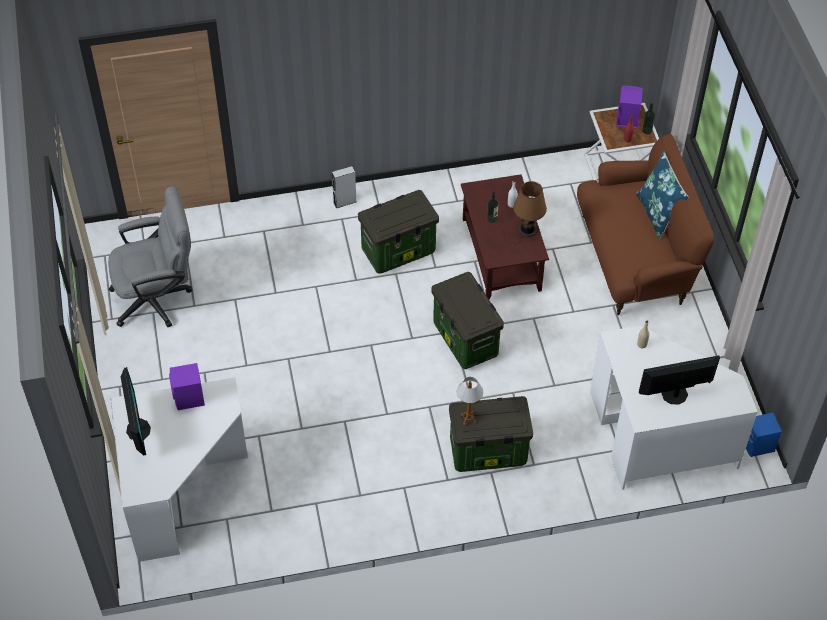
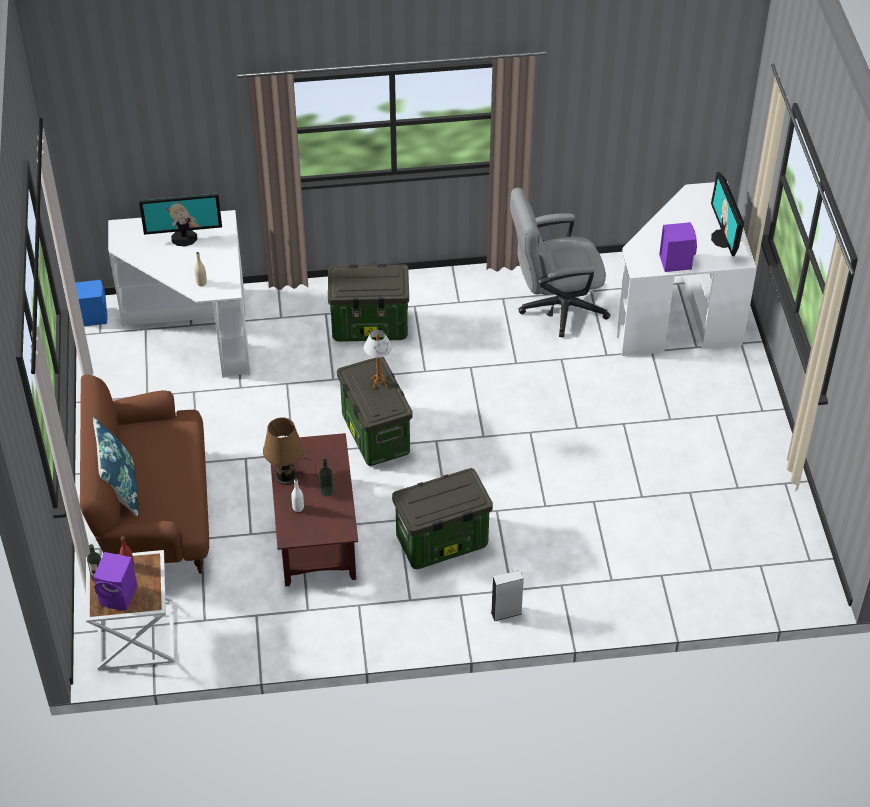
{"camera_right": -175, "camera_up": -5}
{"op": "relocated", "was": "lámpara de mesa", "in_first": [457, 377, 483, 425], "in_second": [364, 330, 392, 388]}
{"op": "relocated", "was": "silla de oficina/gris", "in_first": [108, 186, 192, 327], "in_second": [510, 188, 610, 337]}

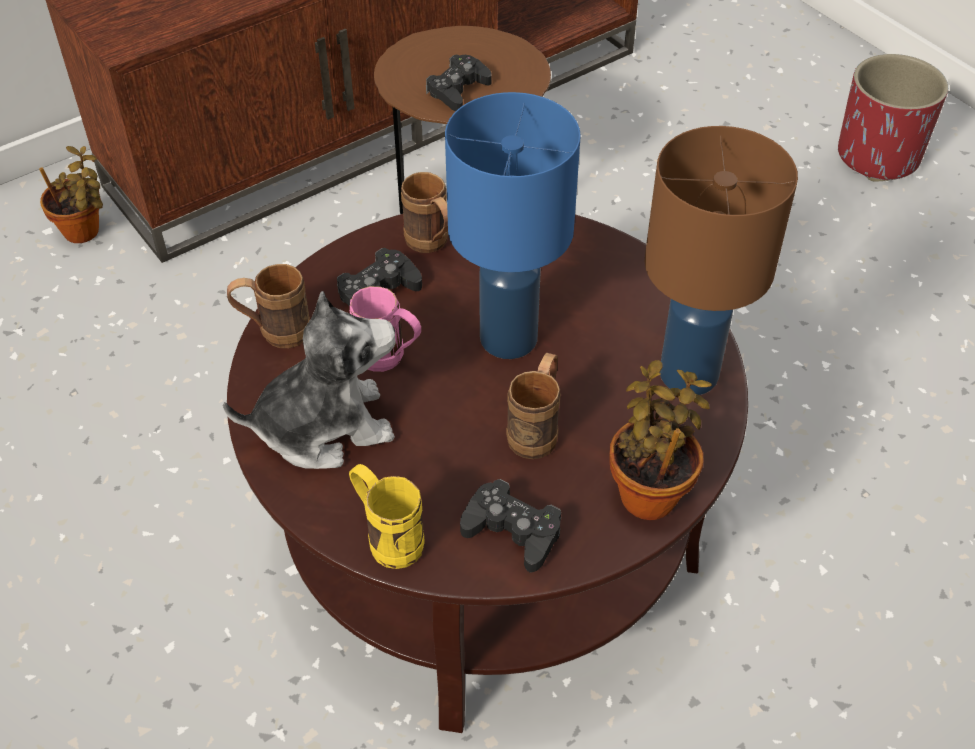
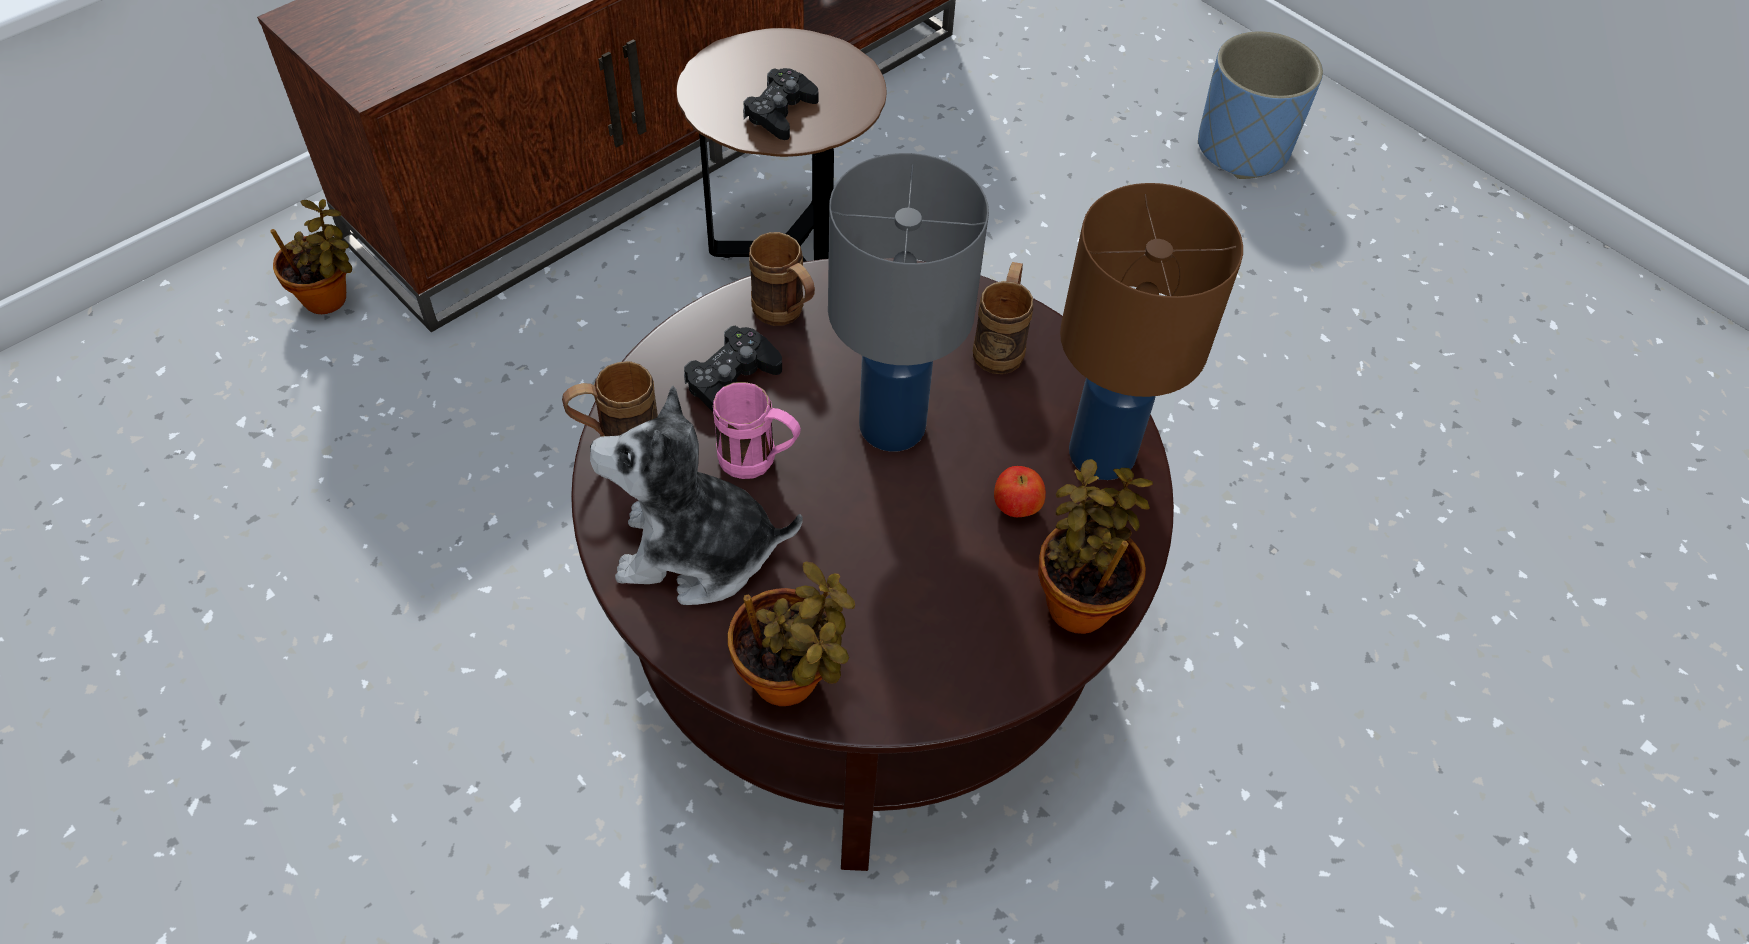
{"camera_right": -10, "camera_up": 5}
{"op": "spun", "was": "peluche", "in_first": [223, 291, 396, 469], "in_second": [590, 386, 803, 605], "clockwise": -150}
{"op": "exchanged", "was": "taza grande/amarillo", "now": "planta en maceta", "in_first": [349, 464, 425, 569], "in_second": [728, 561, 855, 706]}
{"op": "colour", "was": "lámpara de mesa/azul", "now": "lámpara de mesa/gris", "in_first": [445, 92, 581, 359], "in_second": [828, 153, 989, 452]}
{"op": "relocated", "was": "taza grande/marrón", "in_first": [506, 353, 561, 459], "in_second": [973, 262, 1033, 374]}
{"op": "appeared", "now": "manzana", "in_second": [994, 466, 1046, 517]}
{"op": "colour", "was": "maceta/rojo", "now": "maceta/azul", "in_first": [838, 54, 948, 181], "in_second": [1198, 31, 1323, 179]}
{"op": "missing", "was": "mando de consola/negro", "in_first": [460, 479, 562, 572]}

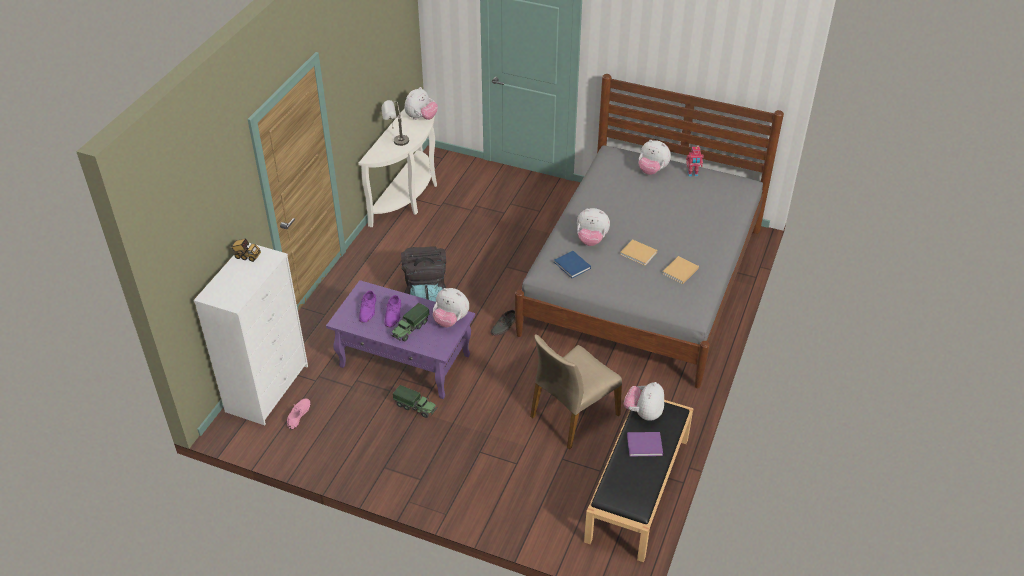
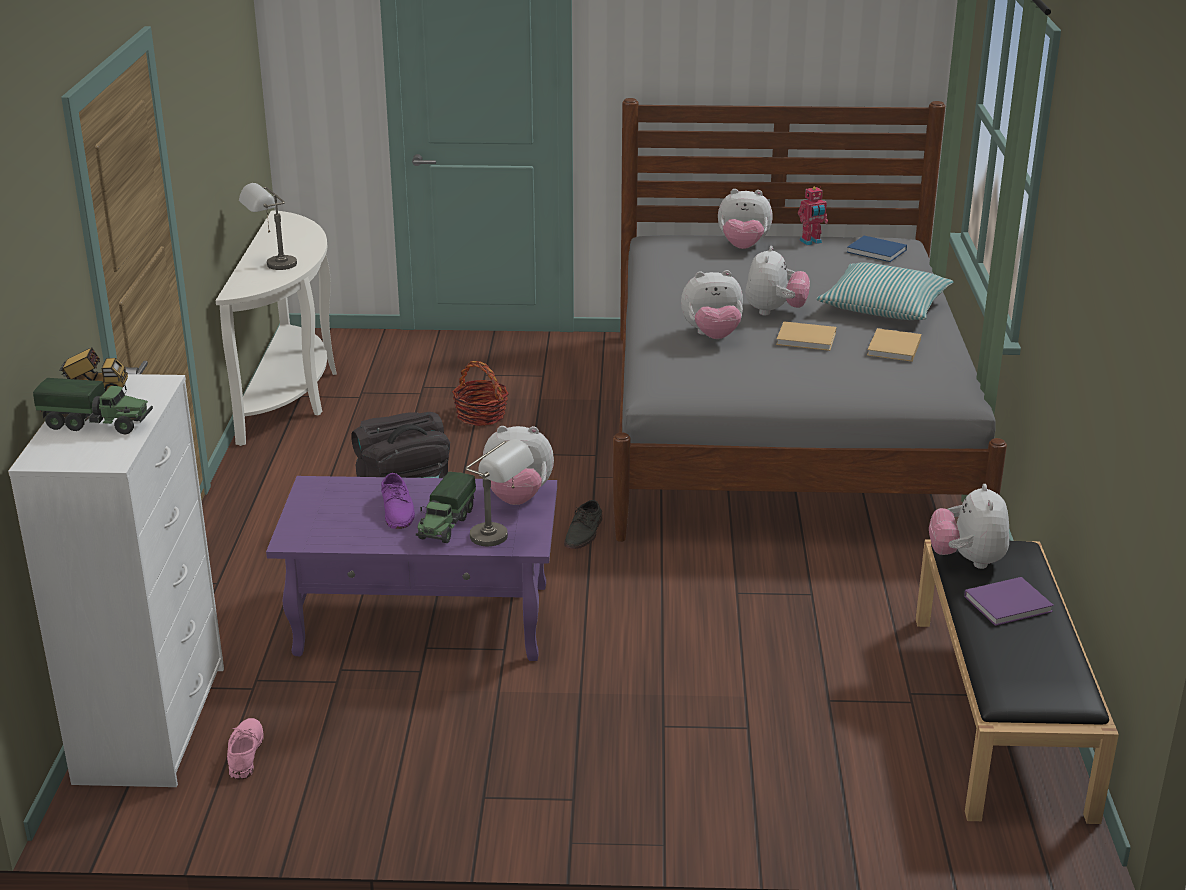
{"camera_right": -20, "camera_up": -15}
{"op": "relocated", "was": "camión de juguete", "in_first": [393, 385, 438, 418], "in_second": [33, 378, 153, 434]}
{"op": "appeared", "now": "cesta", "in_second": [452, 361, 509, 426]}
{"op": "appeared", "now": "lámpara de mesa/gris", "in_second": [465, 439, 534, 546]}
{"op": "relocated", "was": "peluche", "in_first": [405, 87, 438, 120], "in_second": [745, 246, 810, 315]}
{"op": "appeared", "now": "cojín", "in_second": [816, 262, 953, 320]}
{"op": "relocated", "was": "libro/azul", "in_first": [554, 251, 591, 278], "in_second": [847, 236, 907, 262]}
{"op": "missing", "was": "zapato/morado", "in_first": [359, 291, 376, 323]}
{"op": "missing", "was": "silla/beis", "in_first": [530, 334, 622, 449]}

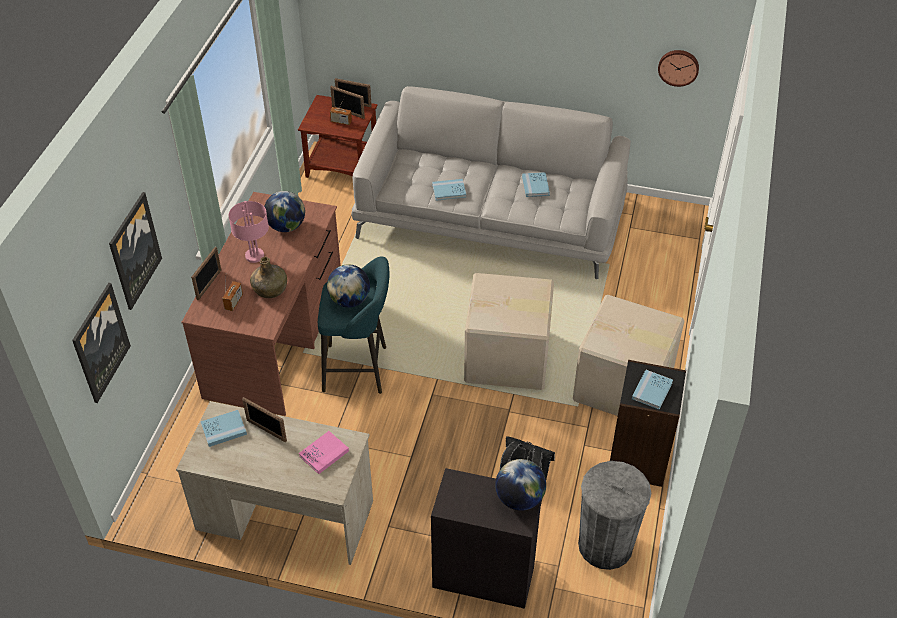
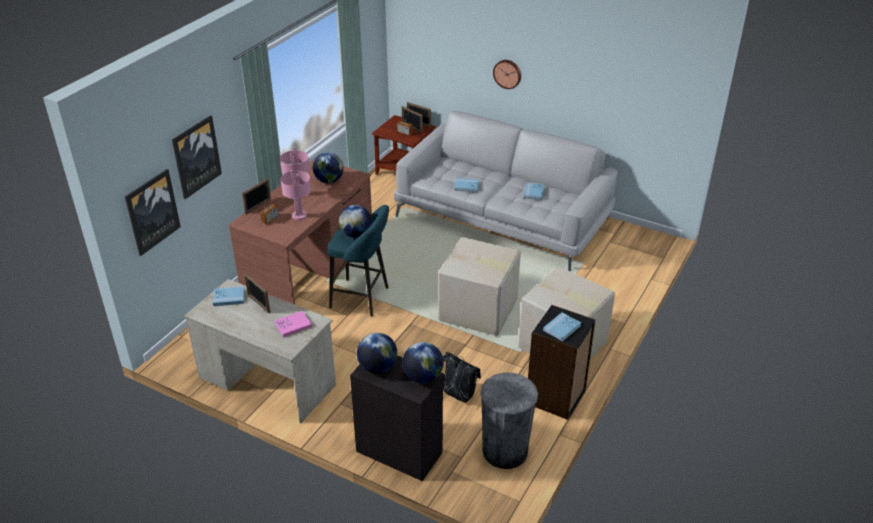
{"camera_right": 15, "camera_up": -10}
{"op": "exchanged", "was": "botella/verde", "now": "lámpara de mesa/rosa", "in_first": [250, 257, 287, 298], "in_second": [281, 170, 311, 220]}
{"op": "appeared", "now": "globo terráqueo", "in_second": [357, 333, 397, 373]}
{"op": "relocated", "was": "reloj de pared", "in_first": [658, 50, 699, 87], "in_second": [493, 60, 521, 89]}

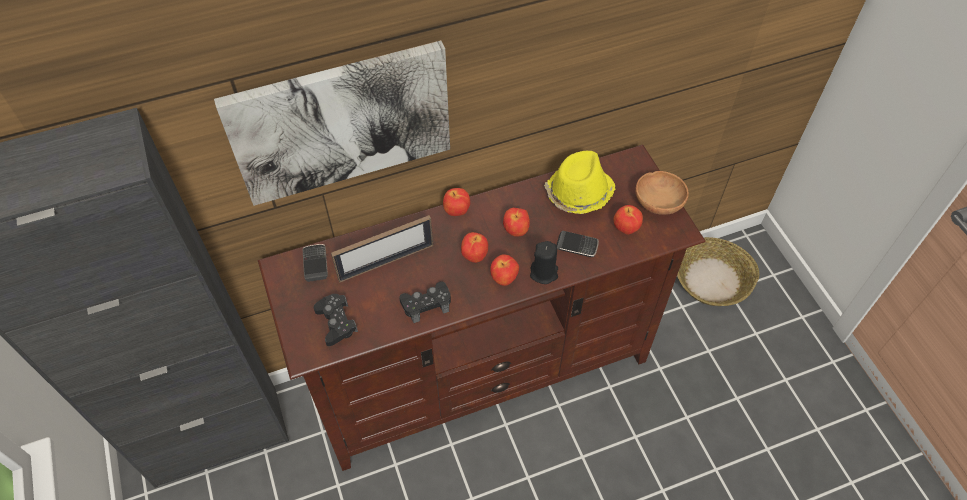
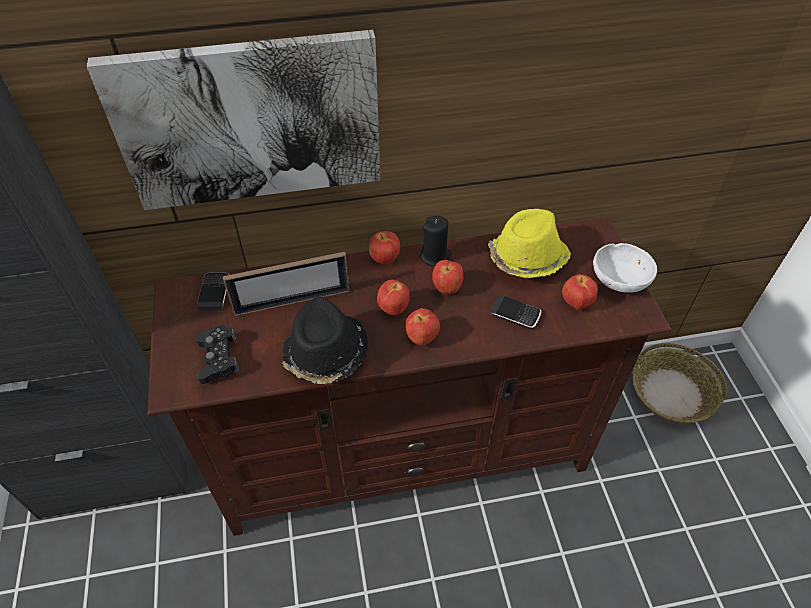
{"camera_right": 10, "camera_up": -5}
{"op": "exchanged", "was": "mando de consola/negro", "now": "sombrero/negro", "in_first": [399, 282, 451, 323], "in_second": [282, 297, 368, 384]}
{"op": "relocated", "was": "vela/negro", "in_first": [530, 241, 558, 284], "in_second": [419, 216, 451, 266]}
{"op": "colour", "was": "cuenco/marrón", "now": "cuenco/blanco", "in_first": [635, 171, 689, 215], "in_second": [593, 243, 657, 293]}

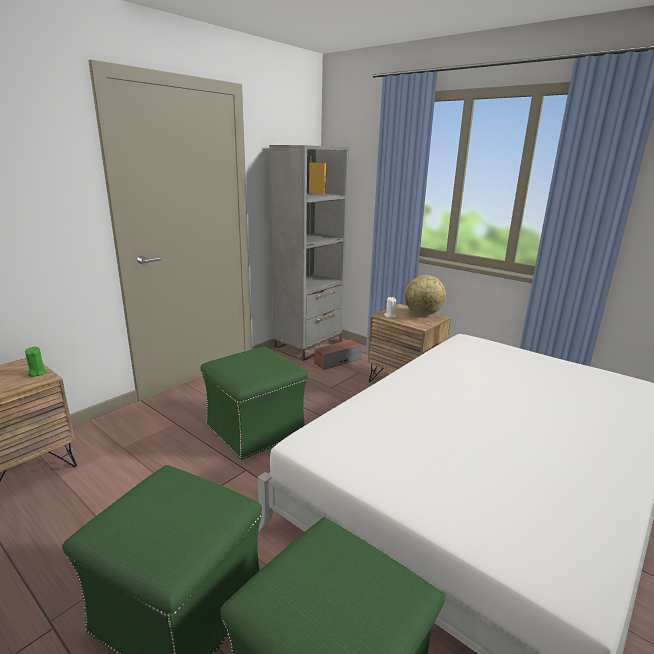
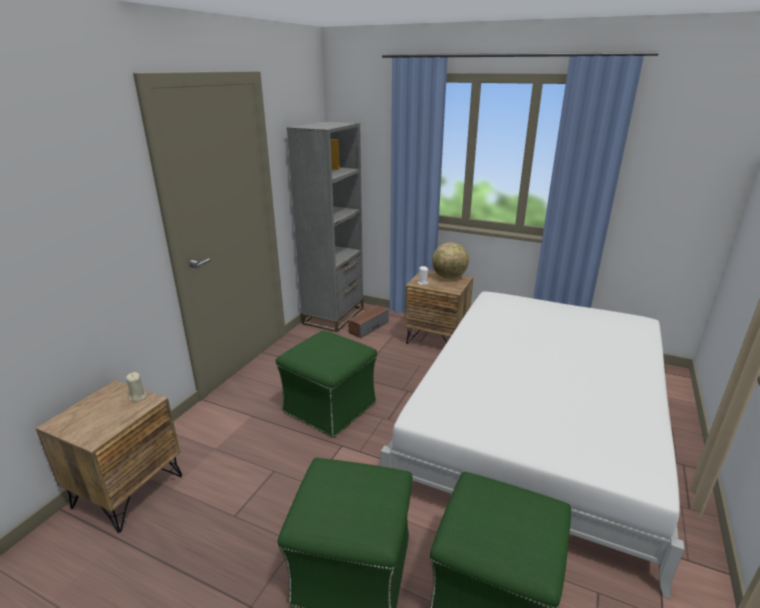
{"camera_right": -15, "camera_up": 5}
{"op": "colour", "was": "vela/verde", "now": "vela/beis", "in_first": [25, 347, 47, 377], "in_second": [126, 372, 146, 402]}

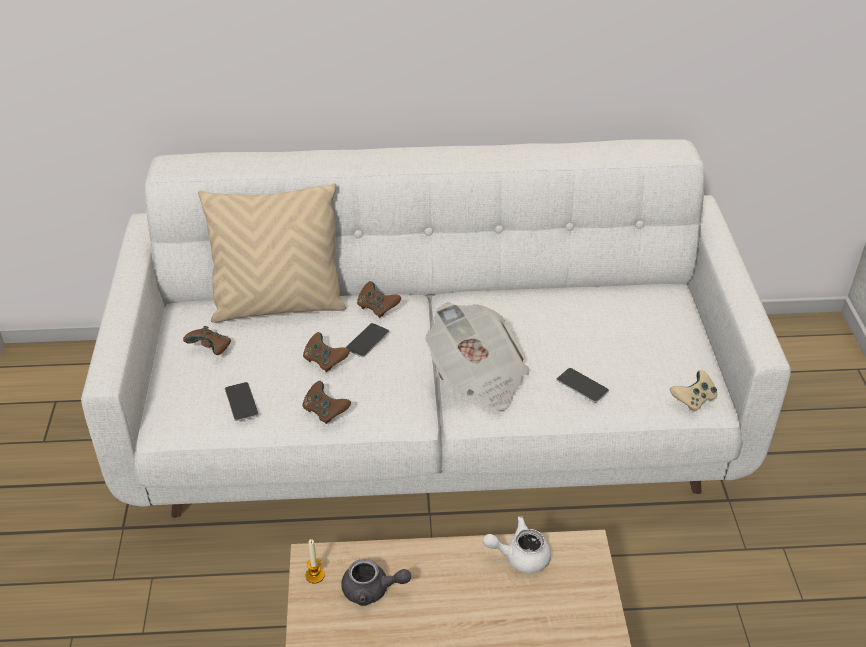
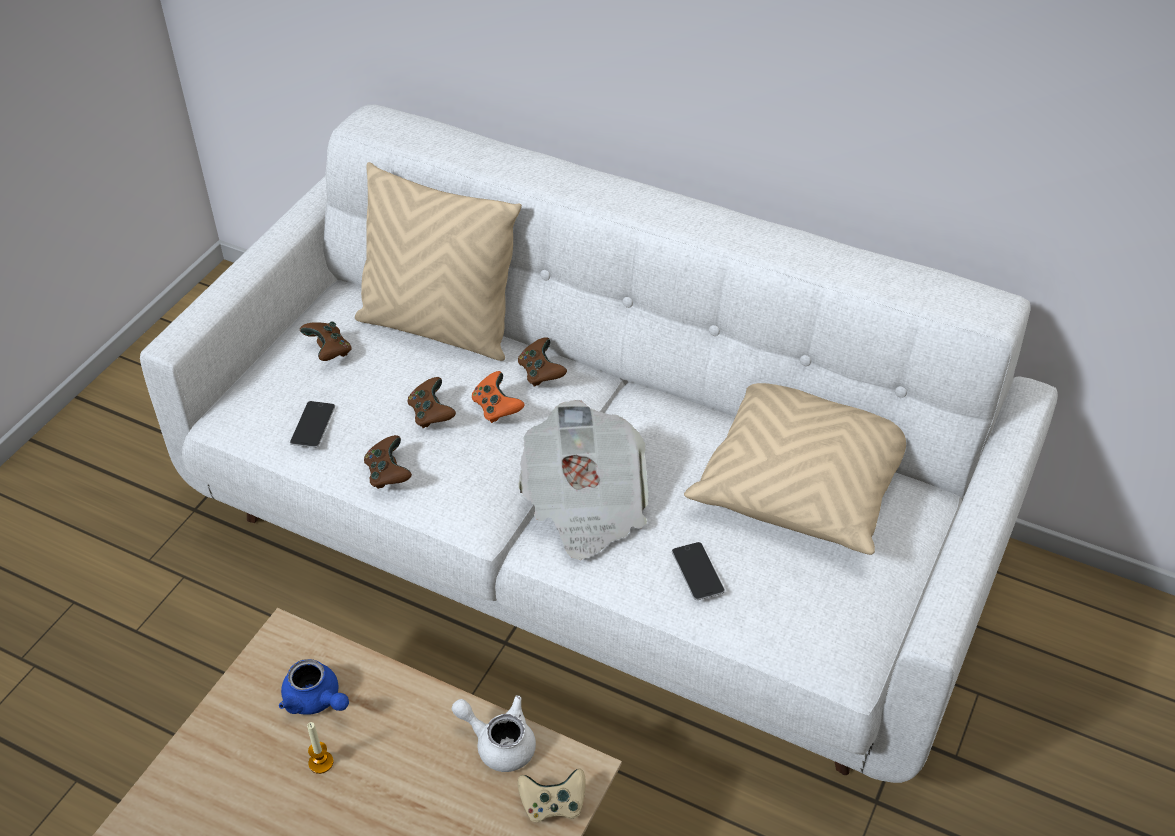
{"camera_right": 30, "camera_up": 5}
{"op": "colour", "was": "tetera/gris", "now": "tetera/azul", "in_first": [341, 559, 411, 606], "in_second": [279, 659, 349, 715]}
{"op": "relocated", "was": "vela", "in_first": [306, 539, 325, 584], "in_second": [307, 722, 333, 774]}
{"op": "exchanged", "was": "móvil", "now": "mando de consola/naranja", "in_first": [346, 323, 389, 357], "in_second": [472, 371, 524, 423]}
{"op": "relocated", "was": "mando de consola/beis", "in_first": [670, 370, 717, 412], "in_second": [518, 769, 586, 823]}
{"op": "appeared", "now": "cojín/beis", "in_second": [684, 383, 906, 555]}

